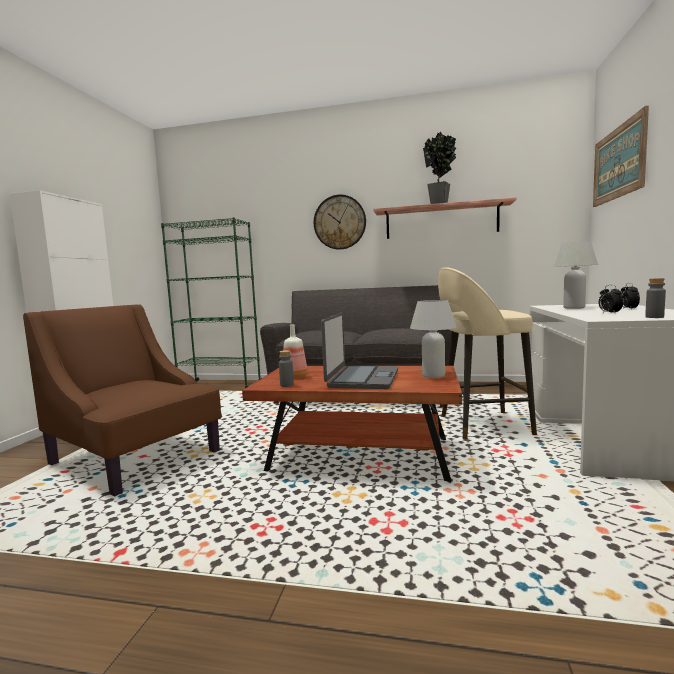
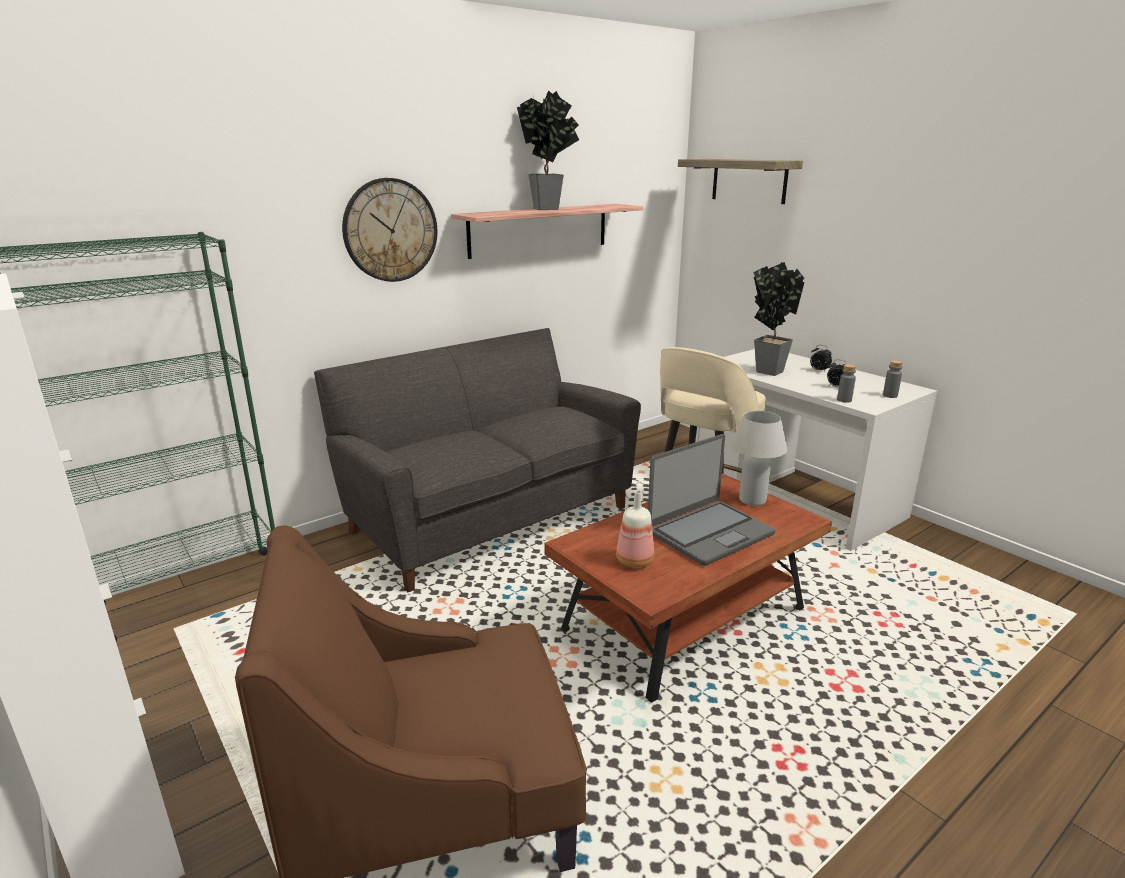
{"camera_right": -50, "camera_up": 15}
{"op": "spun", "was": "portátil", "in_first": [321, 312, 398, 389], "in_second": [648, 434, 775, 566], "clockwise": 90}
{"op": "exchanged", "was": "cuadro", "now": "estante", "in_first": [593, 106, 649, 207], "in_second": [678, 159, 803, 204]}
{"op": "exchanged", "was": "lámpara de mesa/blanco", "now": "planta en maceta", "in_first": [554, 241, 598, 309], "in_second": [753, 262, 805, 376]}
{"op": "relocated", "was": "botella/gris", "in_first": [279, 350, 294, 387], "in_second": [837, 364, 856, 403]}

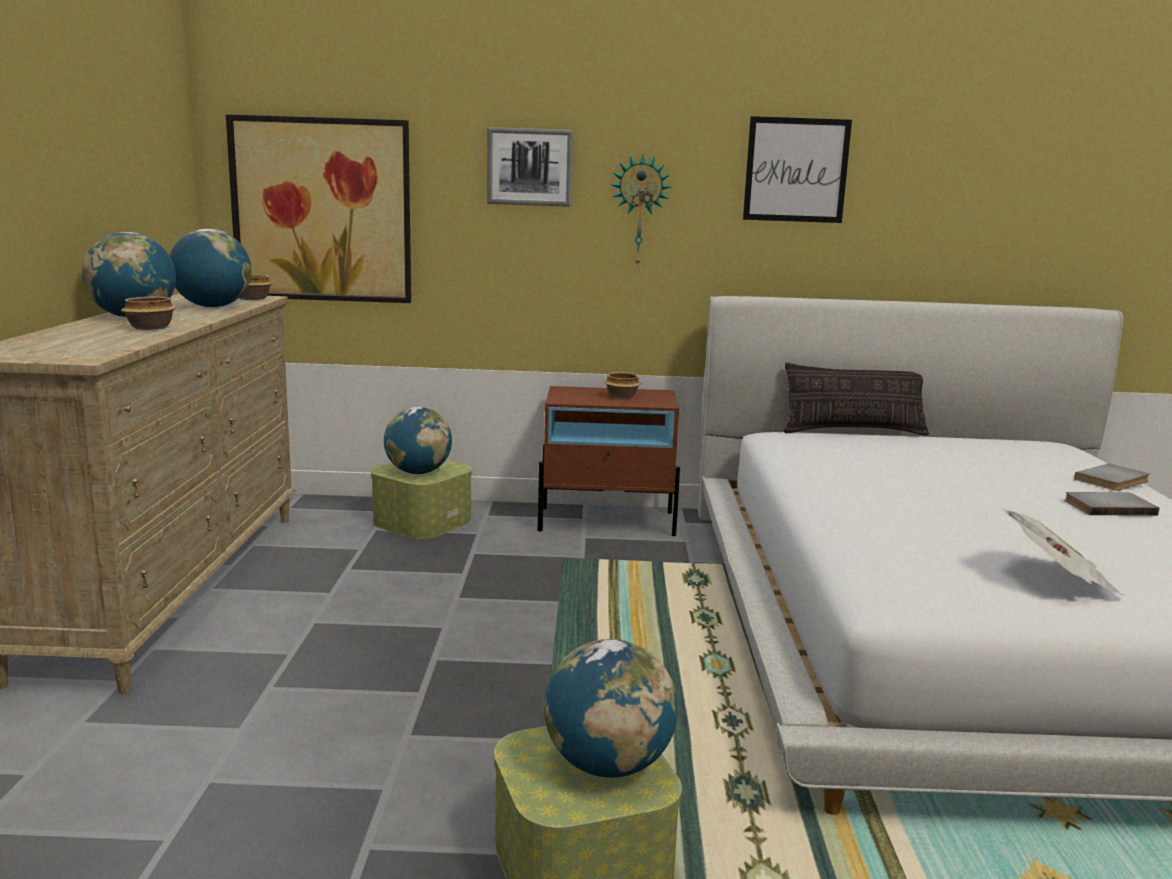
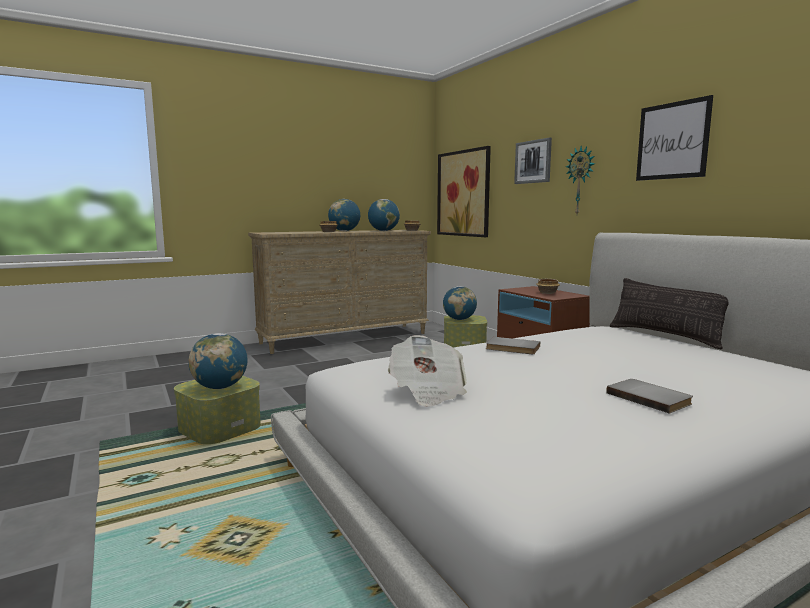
{"camera_right": 60, "camera_up": -5}
{"op": "relocated", "was": "libro/gris", "in_first": [1074, 464, 1150, 491], "in_second": [486, 337, 540, 354]}

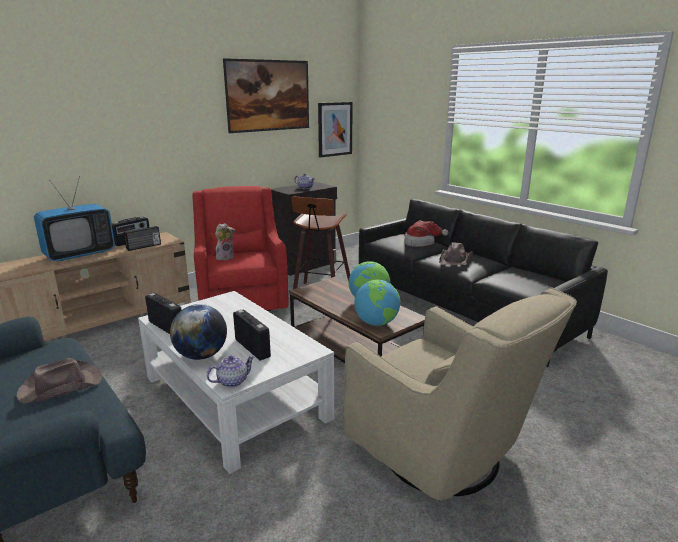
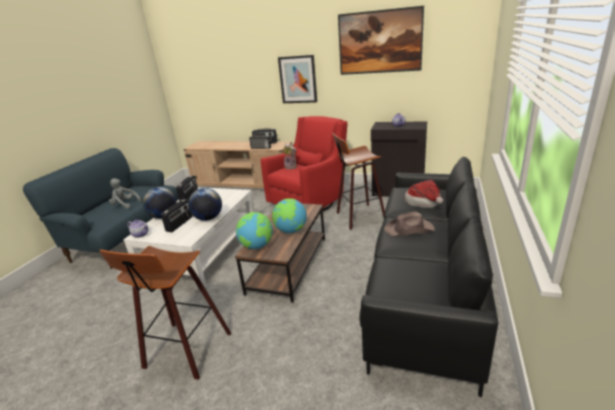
{"camera_right": 60, "camera_up": 5}
{"op": "exchanged", "was": "sillón/beis", "now": "taburete", "in_first": [344, 287, 577, 501], "in_second": [99, 246, 232, 380]}
{"op": "exchanged", "was": "sombrero/marrón", "now": "peluche/gris", "in_first": [16, 358, 102, 404], "in_second": [109, 179, 142, 209]}
{"op": "appeared", "now": "globo terráqueo", "in_second": [188, 188, 222, 221]}
{"op": "relocated", "was": "cuadro", "in_first": [318, 102, 353, 158], "in_second": [278, 55, 317, 103]}
{"op": "missing", "was": "televisor", "in_first": [34, 176, 115, 261]}

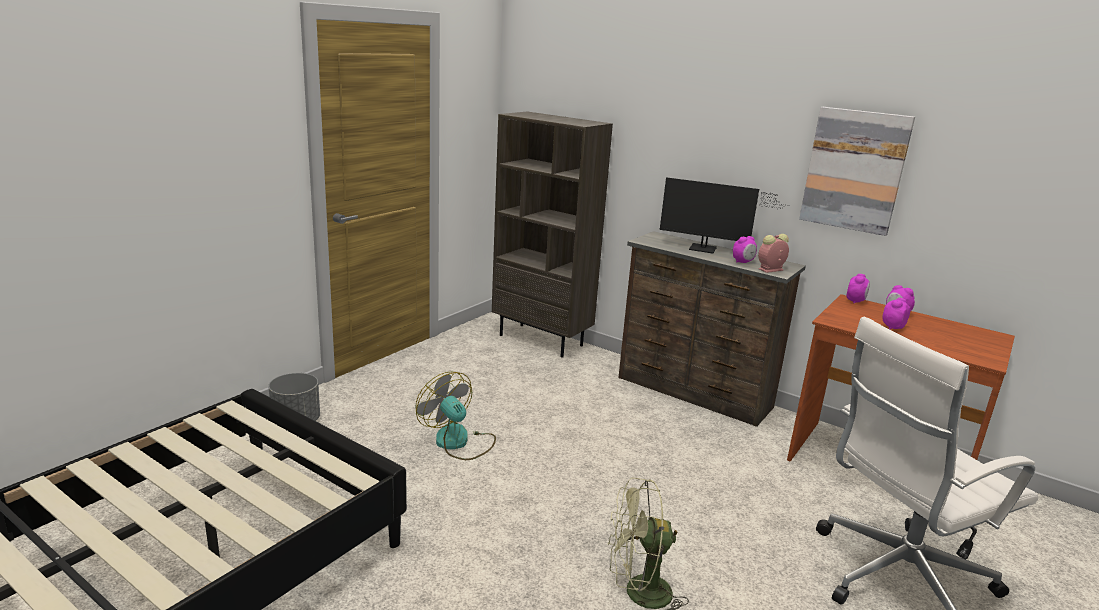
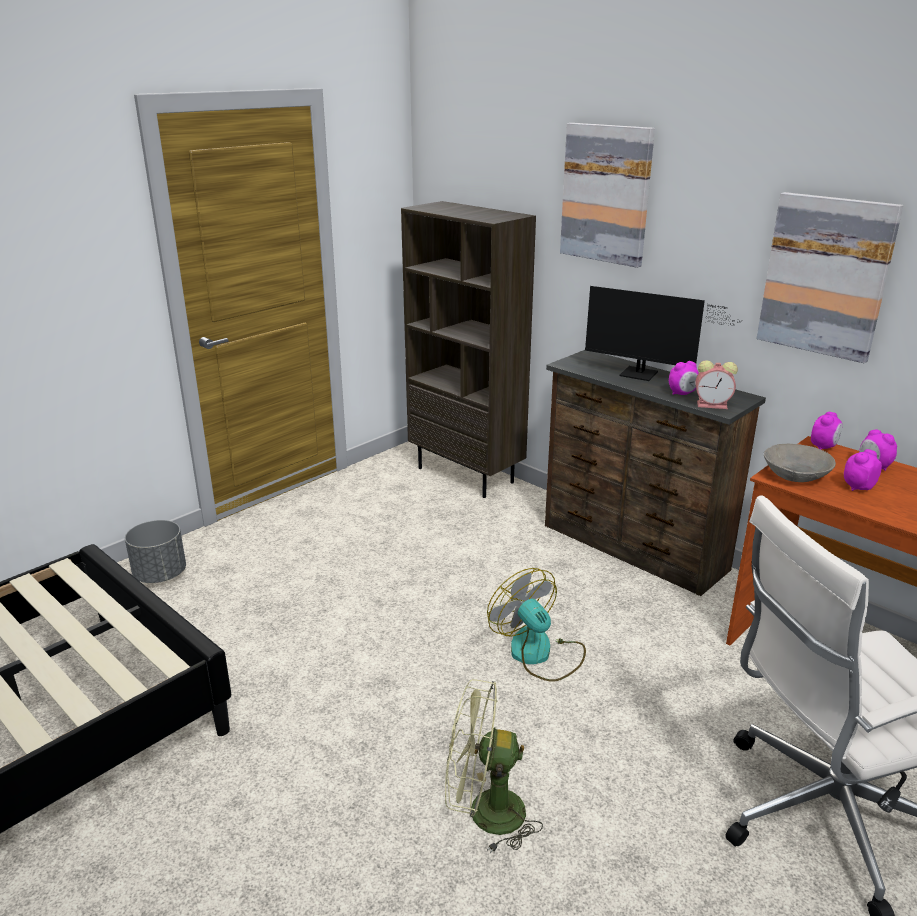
{"camera_right": 10, "camera_up": 5}
{"op": "relocated", "was": "ventilador", "in_first": [415, 372, 496, 460], "in_second": [487, 568, 586, 682]}
{"op": "appeared", "now": "cuadro", "in_second": [560, 123, 655, 268]}
{"op": "spun", "was": "despertador", "in_first": [758, 234, 789, 273], "in_second": [695, 360, 738, 409], "clockwise": -150}
{"op": "appeared", "now": "cuenco/gris", "in_second": [764, 444, 836, 482]}

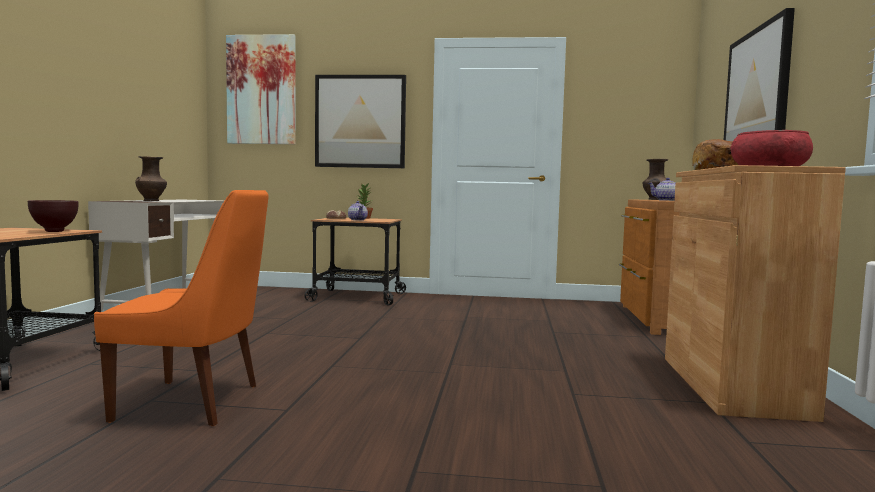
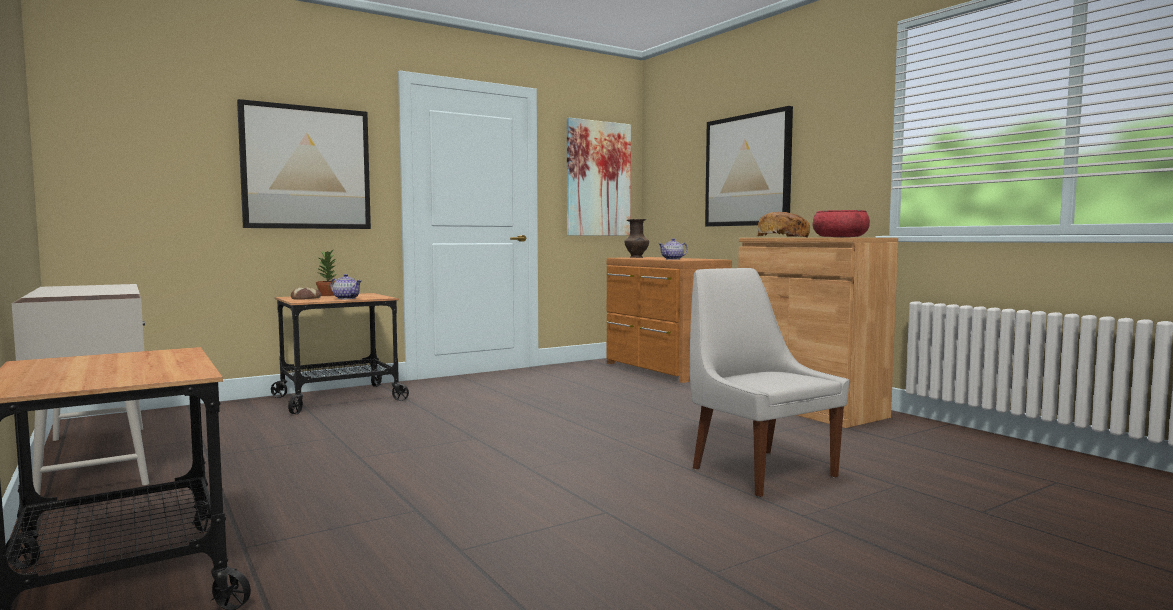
{"camera_right": -40, "camera_up": 0}
{"op": "relocated", "was": "cuadro", "in_first": [226, 34, 296, 145], "in_second": [567, 118, 631, 236]}
{"op": "appeared", "now": "silla/blanco", "in_second": [690, 268, 849, 497]}
{"op": "missing", "was": "cuenco/marrón", "in_first": [28, 200, 78, 232]}
{"op": "missing", "was": "silla/naranja", "in_first": [94, 190, 268, 426]}
{"op": "missing", "was": "florero/marrón", "in_first": [135, 156, 167, 201]}

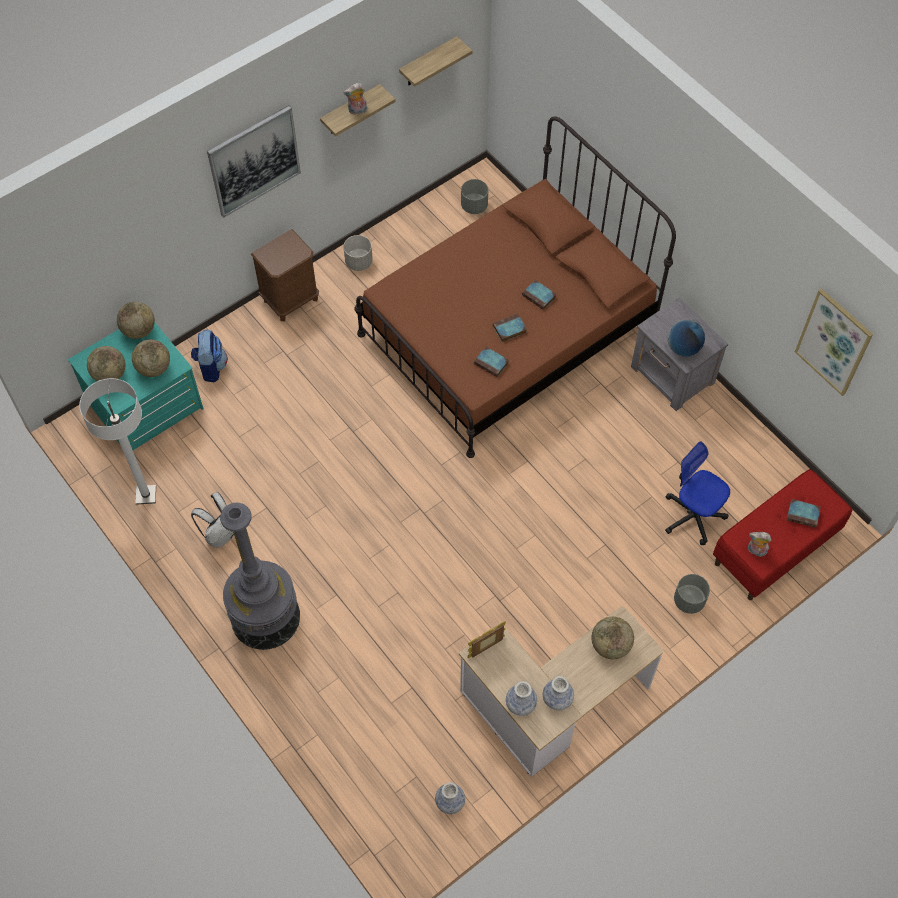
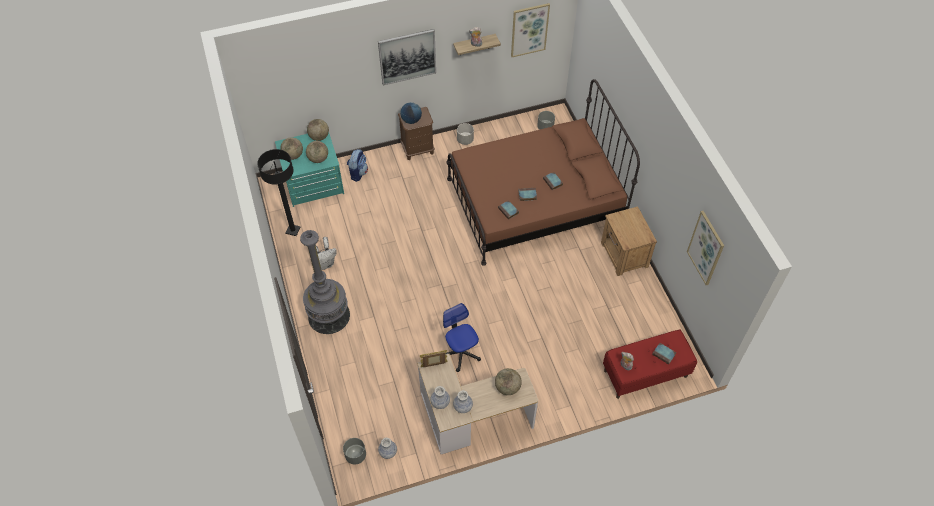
{"camera_right": 20, "camera_up": -5}
{"op": "colour", "was": "lámpara de pie/blanco", "now": "lámpara de pie/negro", "in_first": [79, 378, 156, 505], "in_second": [257, 149, 301, 236]}
{"op": "relocated", "was": "maceta/gris", "in_first": [674, 574, 710, 614], "in_second": [343, 438, 366, 465]}
{"op": "relocated", "was": "globo terráqueo", "in_first": [668, 320, 705, 356], "in_second": [400, 102, 422, 124]}
{"op": "relocated", "was": "silla de oficina", "in_first": [665, 441, 730, 545], "in_second": [443, 303, 481, 372]}
{"op": "exchanged", "was": "estante", "now": "cuadro", "in_first": [399, 36, 472, 87], "in_second": [511, 3, 550, 57]}
{"op": "colour", "was": "mesita de noche/gris", "now": "mesita de noche/marrón", "in_first": [631, 297, 728, 411], "in_second": [601, 206, 657, 276]}

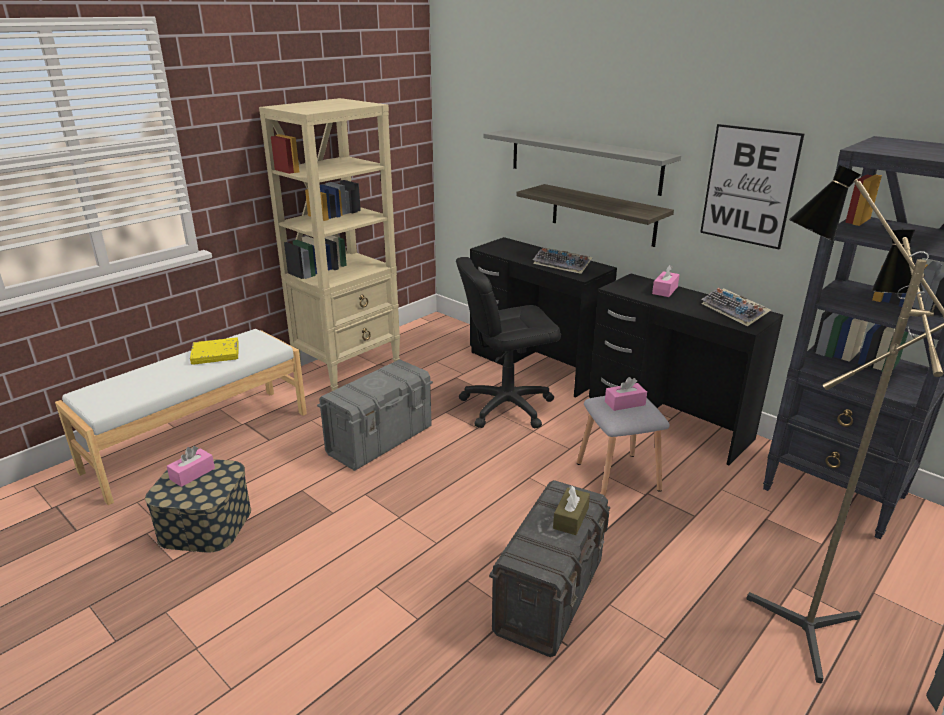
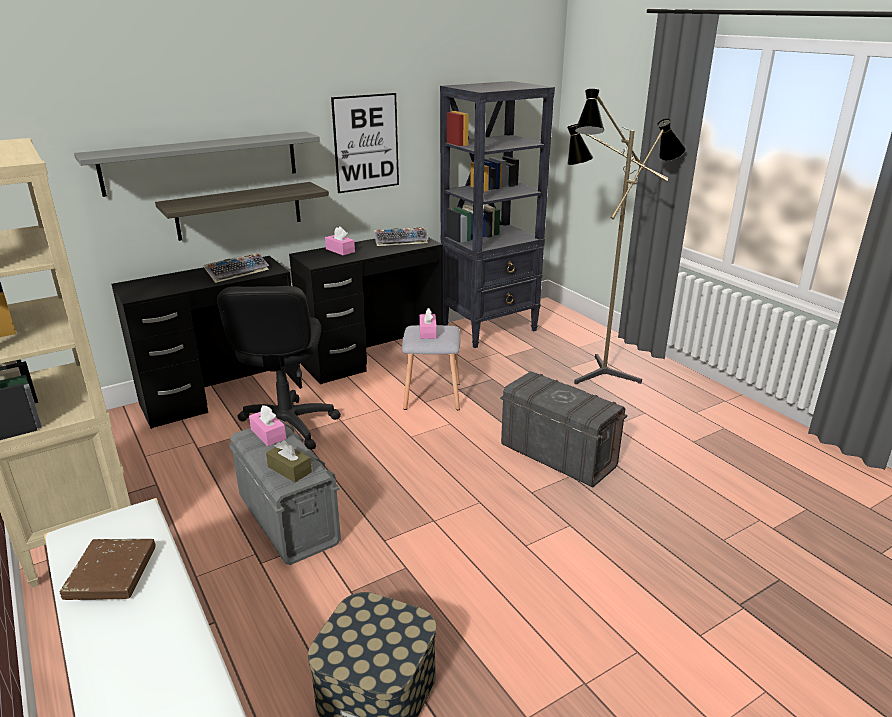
{"camera_right": -75, "camera_up": 0}
{"op": "colour", "was": "libro/amarillo", "now": "libro/marrón", "in_first": [190, 338, 239, 365], "in_second": [60, 539, 156, 600]}
{"op": "relocated", "was": "caja de pañuelos/rosa", "in_first": [167, 446, 215, 487], "in_second": [249, 405, 286, 446]}
{"op": "relocated", "was": "caja de pañuelos/marrón", "in_first": [553, 486, 590, 535], "in_second": [266, 440, 312, 482]}

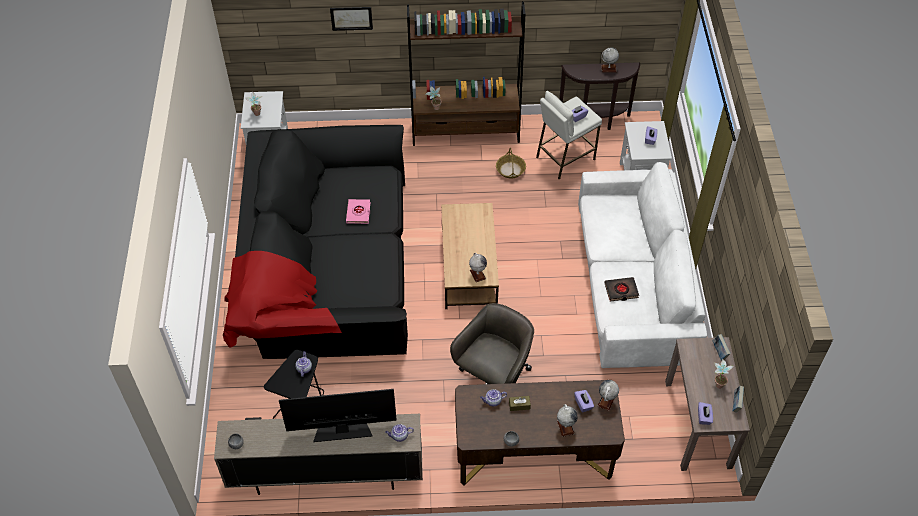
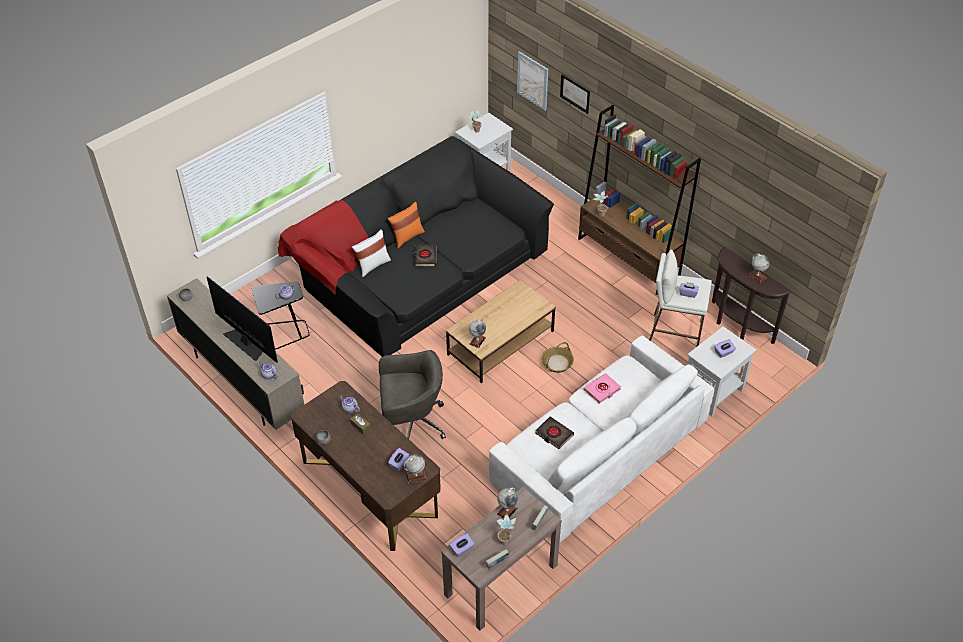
{"camera_right": 50, "camera_up": -5}
{"op": "appeared", "now": "cojín/blanco", "in_second": [352, 230, 391, 277]}
{"op": "appeared", "now": "cojín/naranja", "in_second": [387, 202, 425, 248]}
{"op": "appeared", "now": "libro/negro", "in_second": [414, 245, 437, 266]}
{"op": "relocated", "was": "globo terráqueo", "in_first": [557, 404, 578, 437], "in_second": [497, 488, 518, 519]}
{"op": "appeared", "now": "cuadro", "in_second": [517, 51, 548, 111]}
{"op": "relocated", "was": "cesta", "in_first": [496, 148, 526, 178], "in_second": [542, 342, 574, 373]}
{"op": "relocated", "was": "libro/rosa", "in_first": [346, 199, 370, 224], "in_second": [584, 373, 621, 404]}

